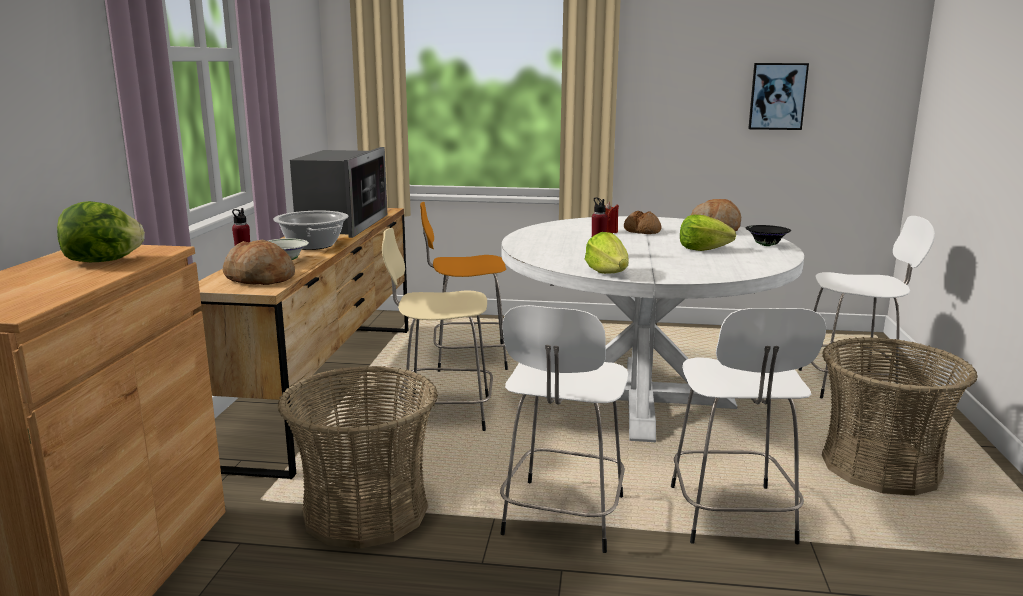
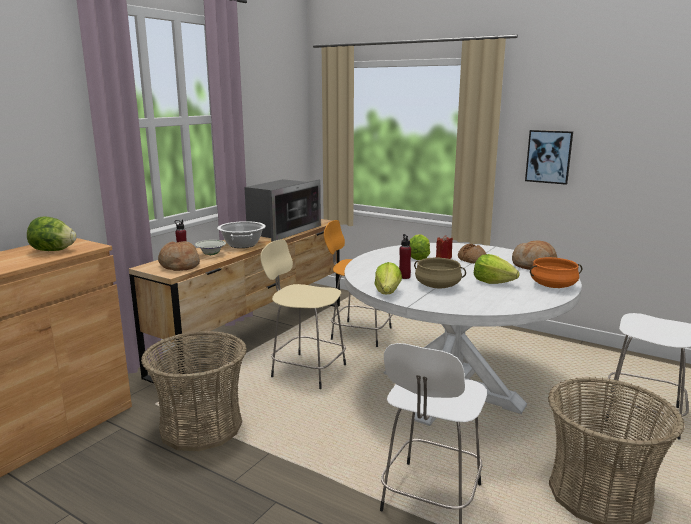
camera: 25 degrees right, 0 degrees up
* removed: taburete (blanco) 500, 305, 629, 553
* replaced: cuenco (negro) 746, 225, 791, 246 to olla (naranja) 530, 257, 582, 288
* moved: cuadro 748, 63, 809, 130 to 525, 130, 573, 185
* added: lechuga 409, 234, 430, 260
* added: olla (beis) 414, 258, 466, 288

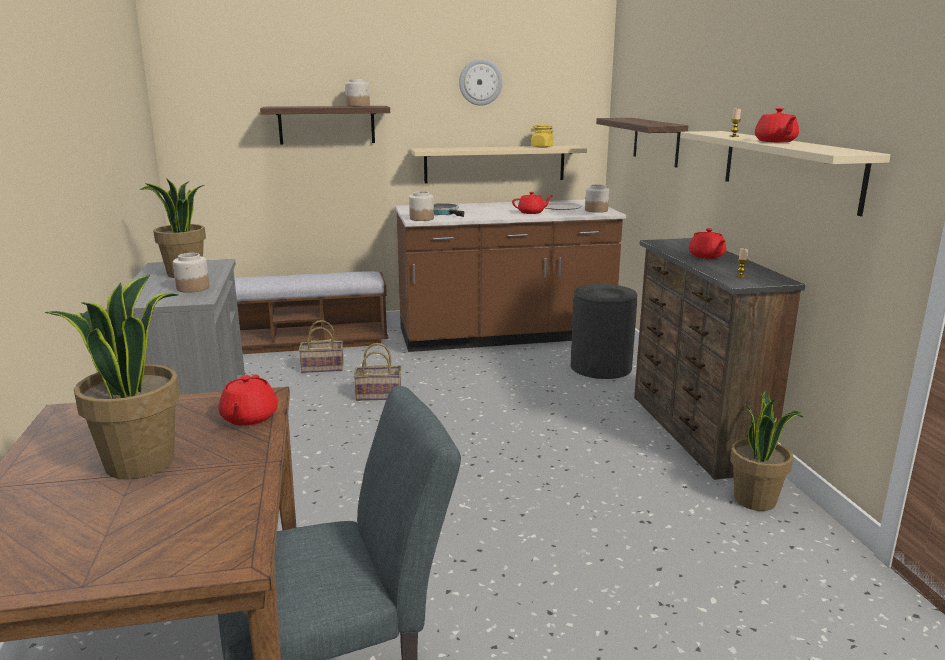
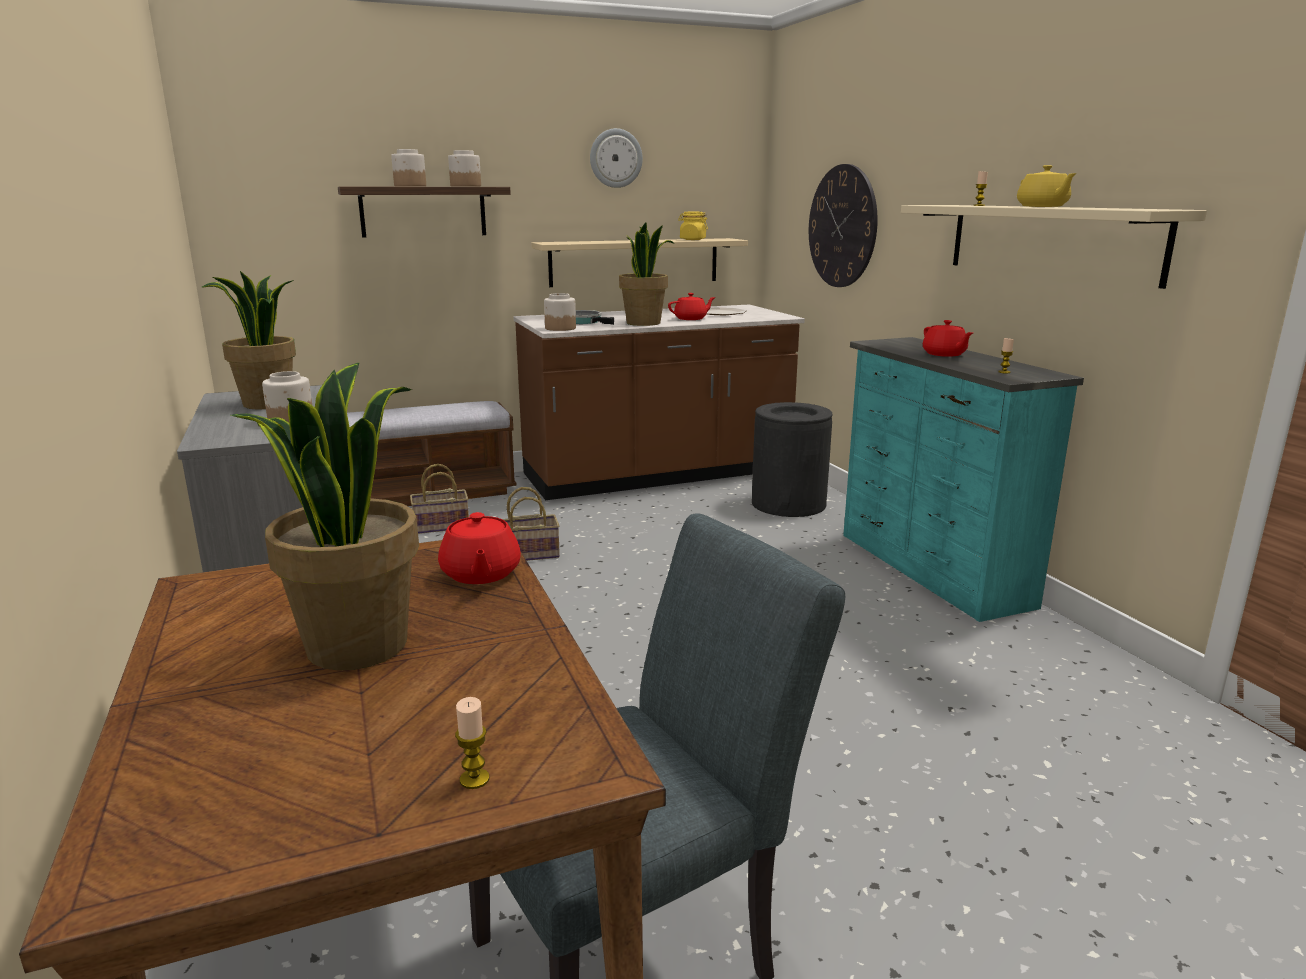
camera: 10 degrees left, 0 degrees up
* moved: tarro 585, 185, 609, 213 to 391, 149, 426, 186
* replaced: estante 596, 118, 688, 167 to reloj de pared 809, 164, 878, 287
* recoloured: cómoda (marrón) 634, 238, 805, 480 to cómoda (turquesa) 843, 337, 1084, 622
* moved: planta en maceta 730, 391, 804, 511 to 619, 223, 674, 326
* recoloured: tetera (rojo) 755, 108, 799, 142 to tetera (amarillo) 1017, 165, 1077, 207
* added: vela 455, 697, 490, 789

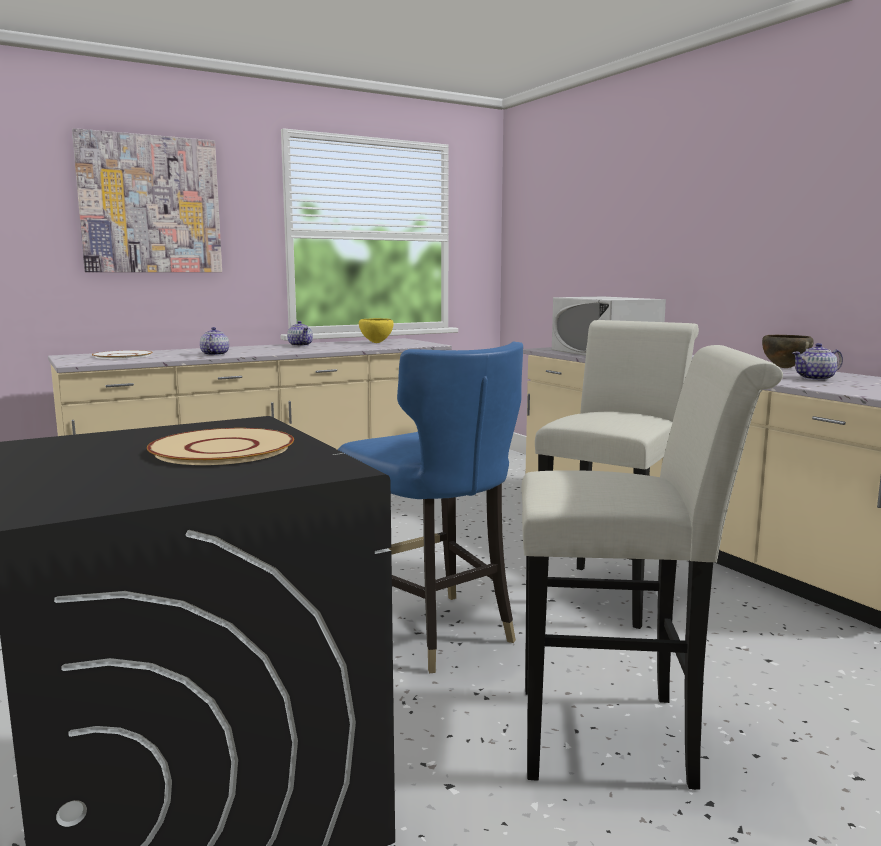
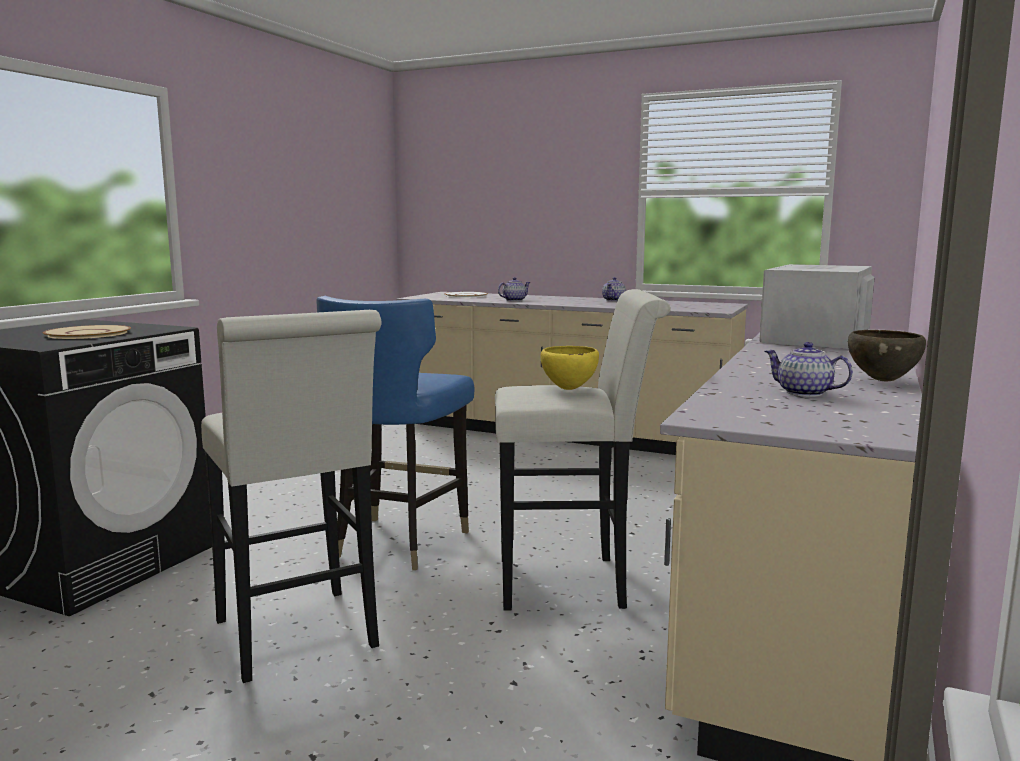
camera: 55 degrees right, 0 degrees up
* removed: cuadro 72, 128, 222, 272
* moved: cuenco (amarillo) 359, 318, 394, 343 to 541, 346, 599, 390

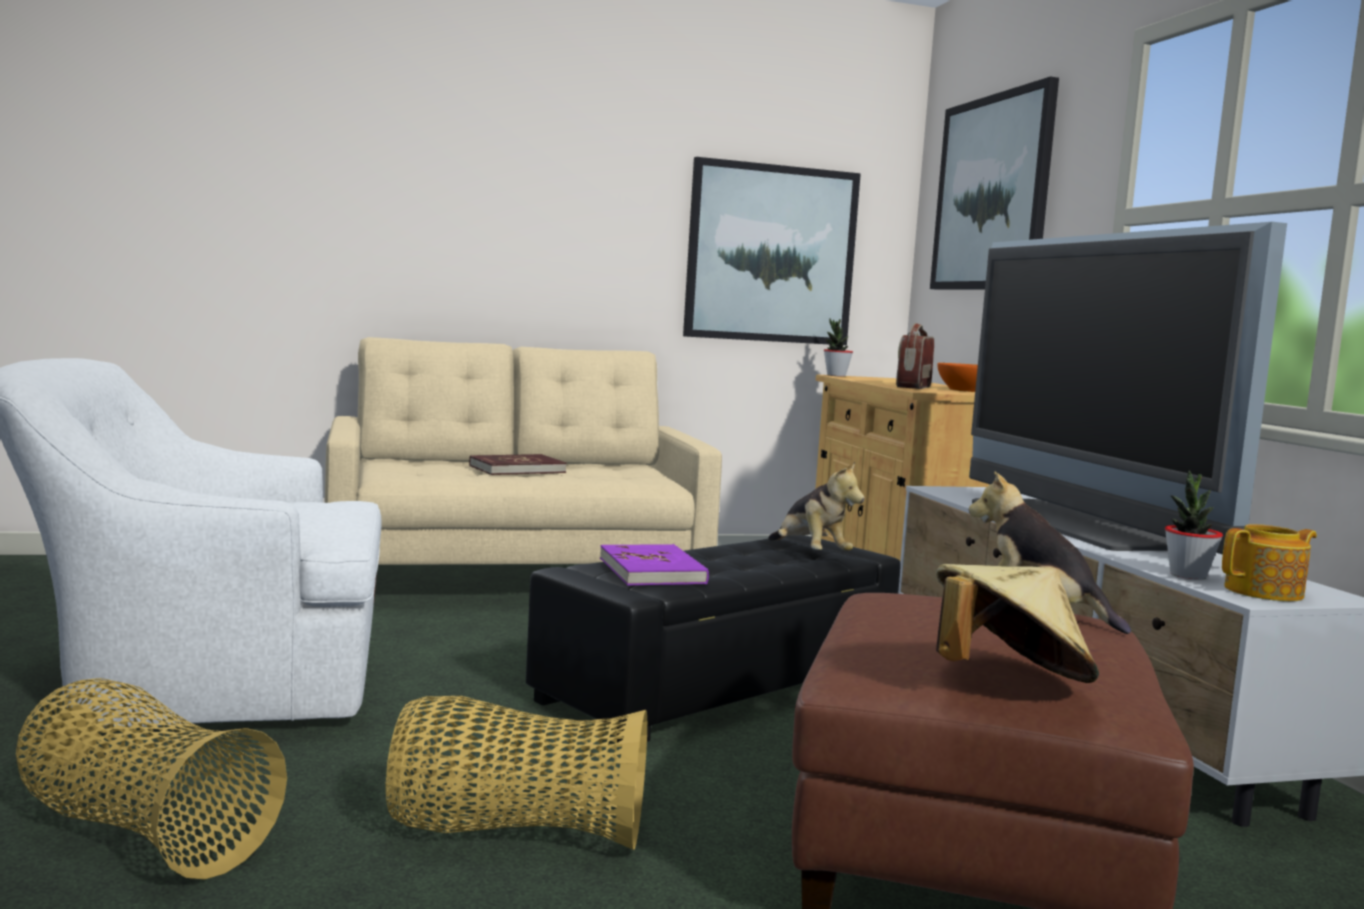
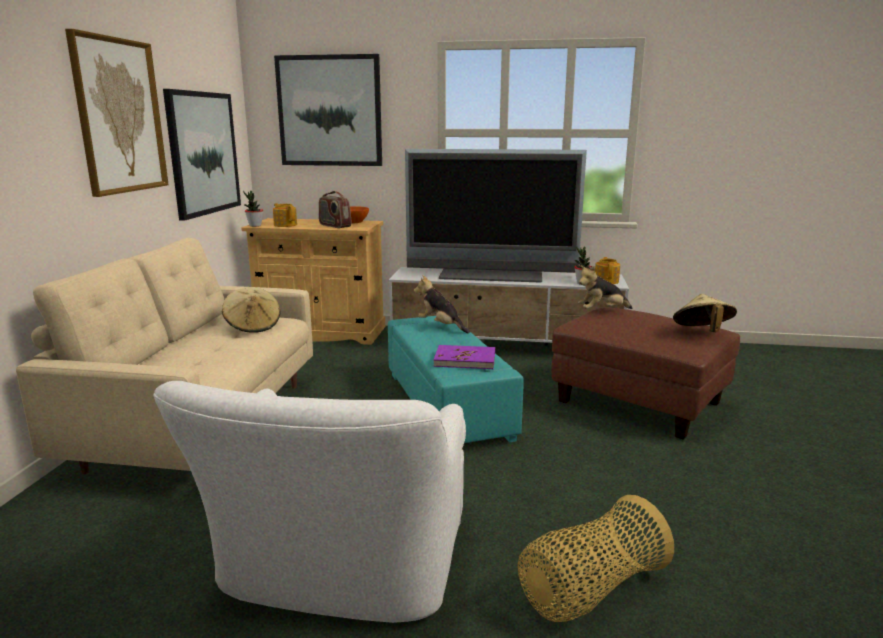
camera: 65 degrees left, 10 degrees up
* removed: cesta 386, 696, 647, 850
* removed: libro (rojo) 469, 454, 567, 475
* recoloured: puf (negro) 526, 535, 901, 745 to puf (turquesa) 388, 316, 524, 443
* turned: peluche 768, 462, 865, 551 = 414, 275, 470, 333 135 degrees counterclockwise
* added: cuadro 65, 29, 169, 197
* added: sombrero (beis) 222, 287, 280, 333
* added: tetera 273, 203, 297, 227

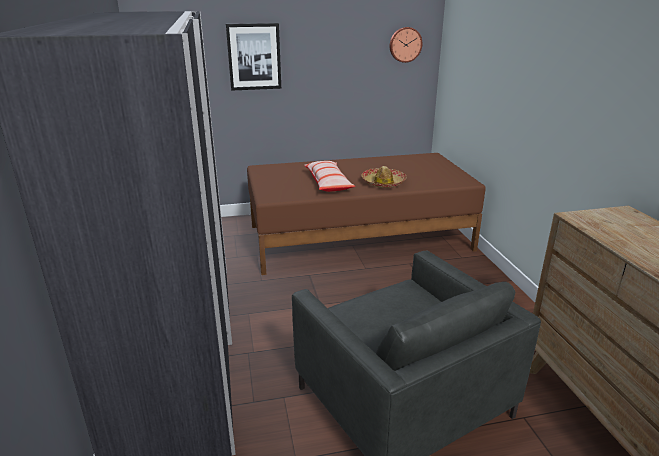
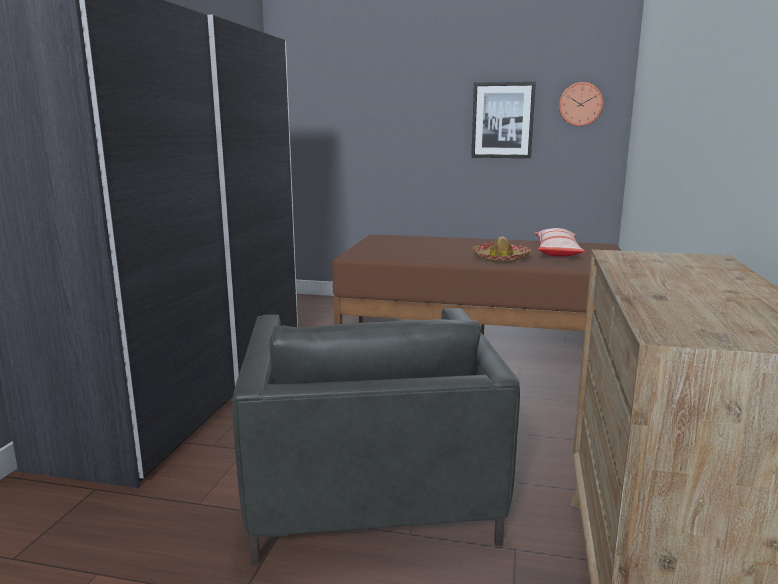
camera: 25 degrees right, 10 degrees down
* moved: cuadro 226, 23, 281, 91 to 471, 82, 536, 158
* moved: cojín 304, 161, 355, 192 to 535, 228, 585, 257

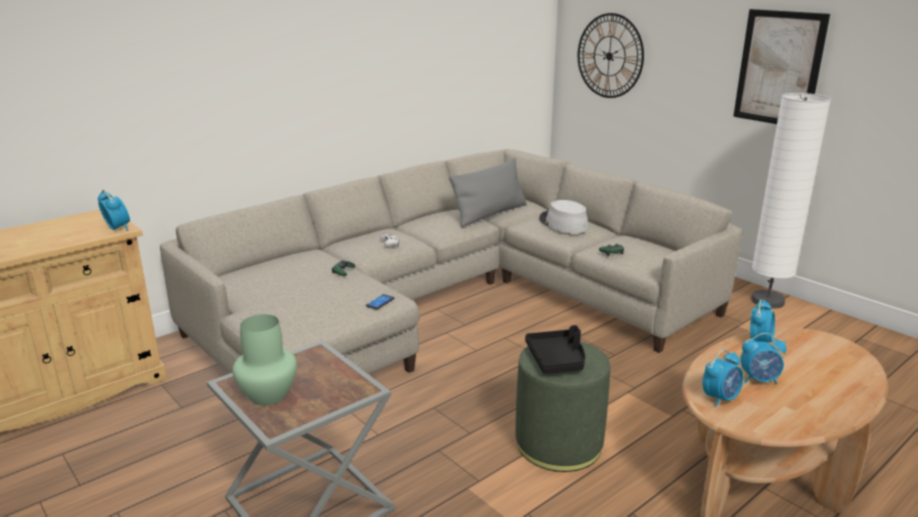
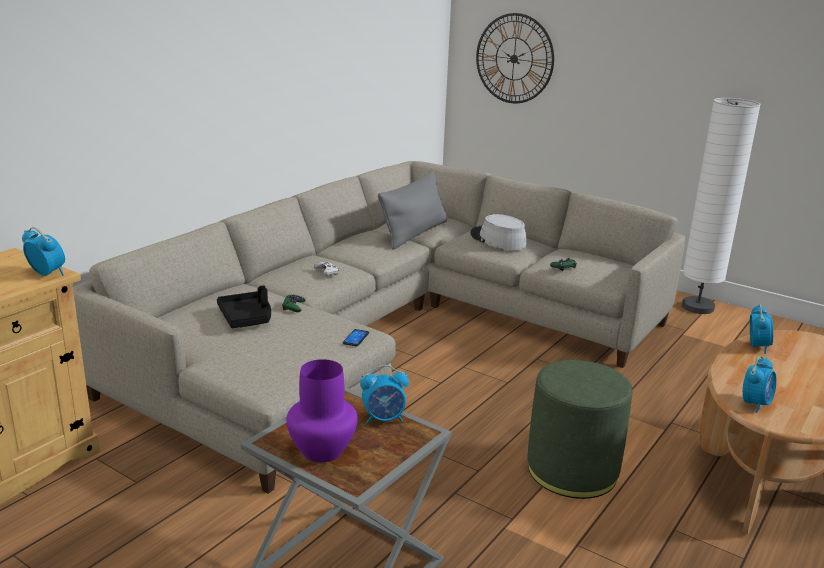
camera: 15 degrees left, 0 degrees up
* recoloured: florero (verde) 232, 314, 297, 406 to florero (morado) 286, 359, 358, 462
* moved: bandeja (negro) 525, 325, 585, 374 to 217, 285, 271, 328
* removed: cuadro 733, 9, 830, 124
* moved: despertador 741, 333, 787, 384 to 360, 365, 409, 425

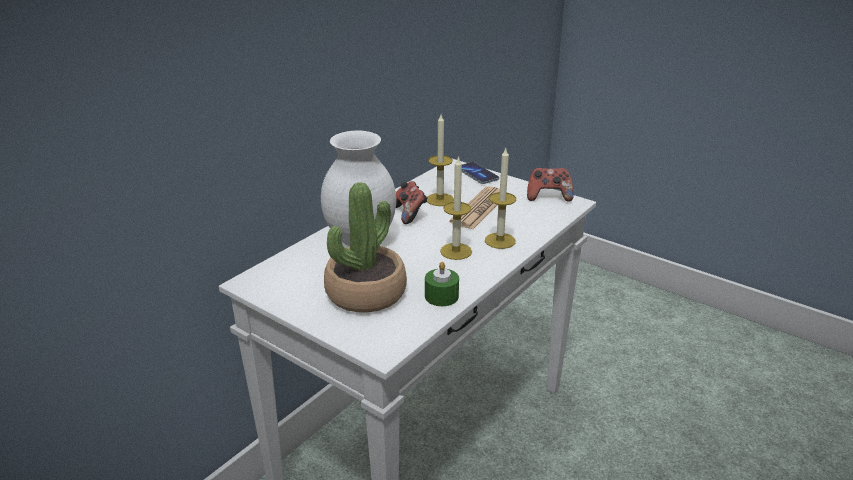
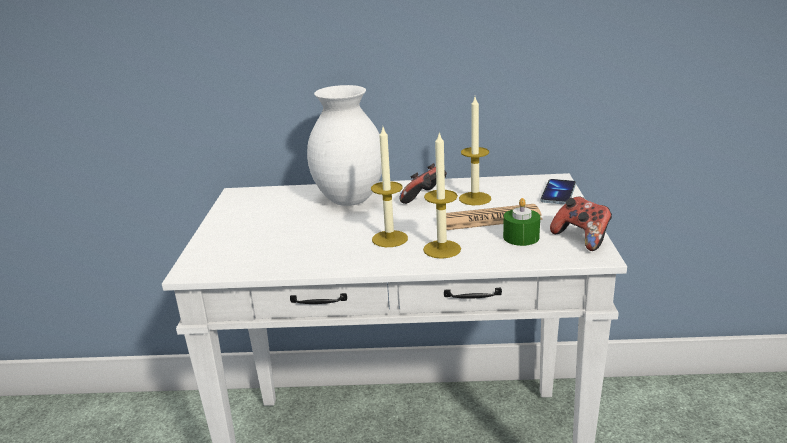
camera: 55 degrees right, 5 degrees down
* removed: planta en maceta 324, 182, 407, 312
* moved: vela (verde) 425, 262, 459, 306 to 503, 198, 540, 246

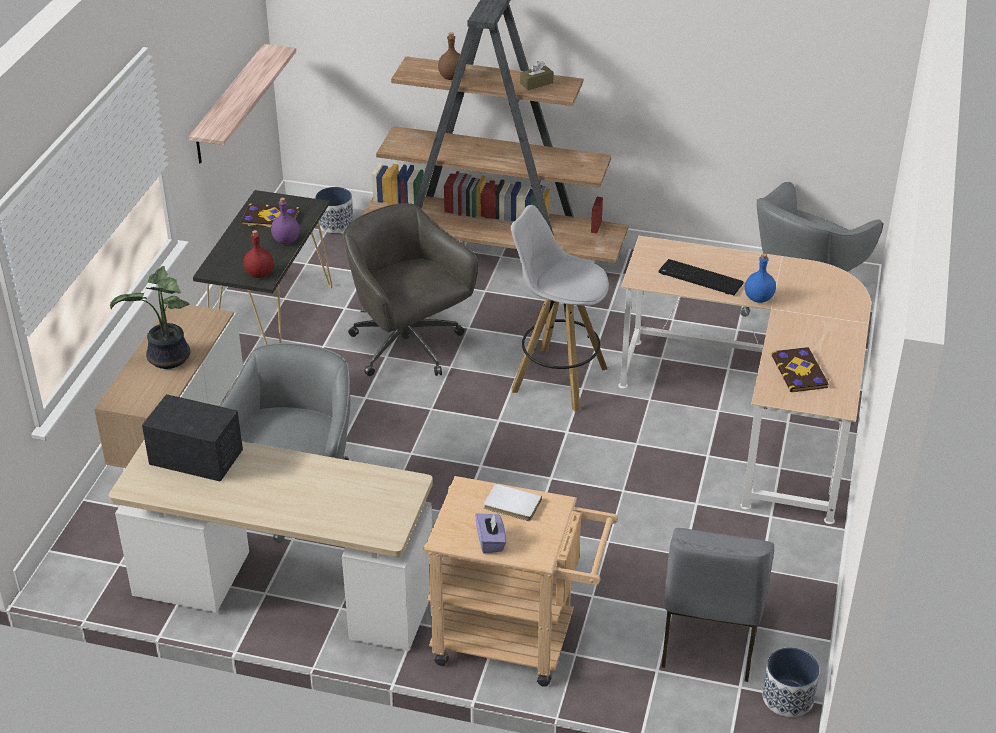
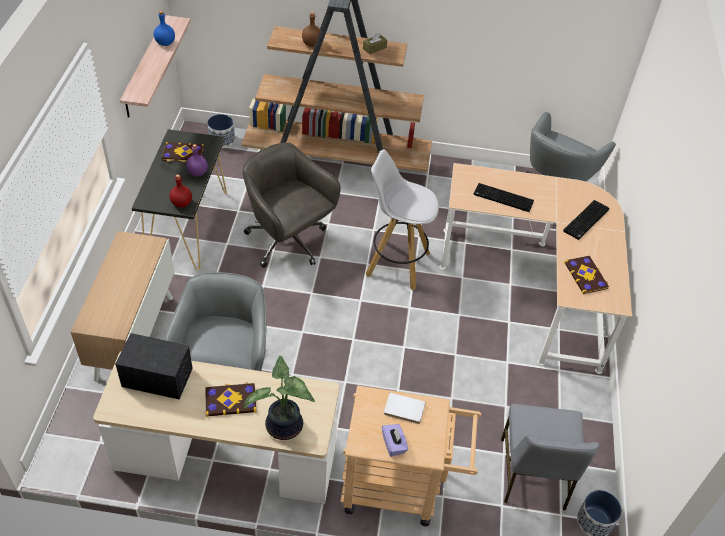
camera: 10 degrees left, 10 degrees up
* moved: planta en maceta 110, 266, 190, 369 to 244, 356, 315, 440
* moved: botella (azul) 745, 253, 776, 303 to 154, 11, 175, 46
* added: libro 205, 382, 257, 417
* added: teclado 563, 200, 609, 240

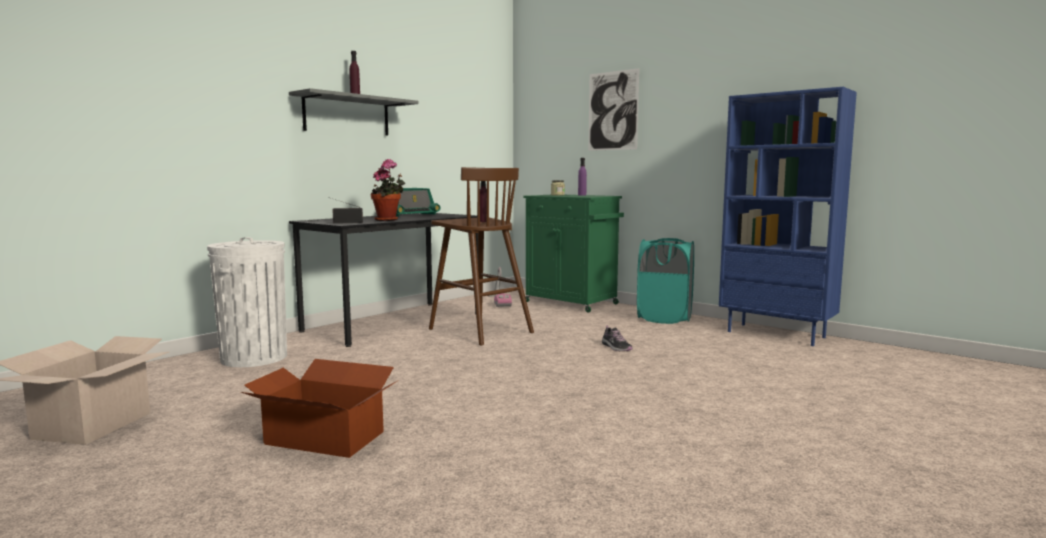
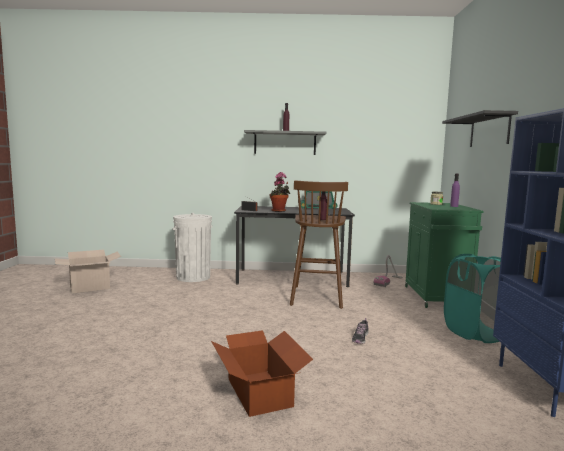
camera: 50 degrees right, 0 degrees up
* moved: caja de cartón 241, 359, 399, 458 to 211, 330, 313, 417
* replaced: cuadro 589, 68, 639, 151 to estante (negro) 442, 110, 518, 147

